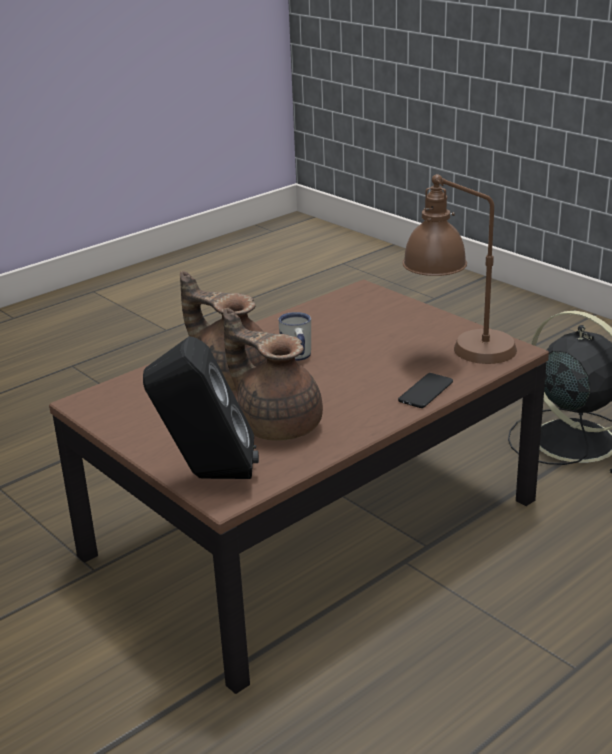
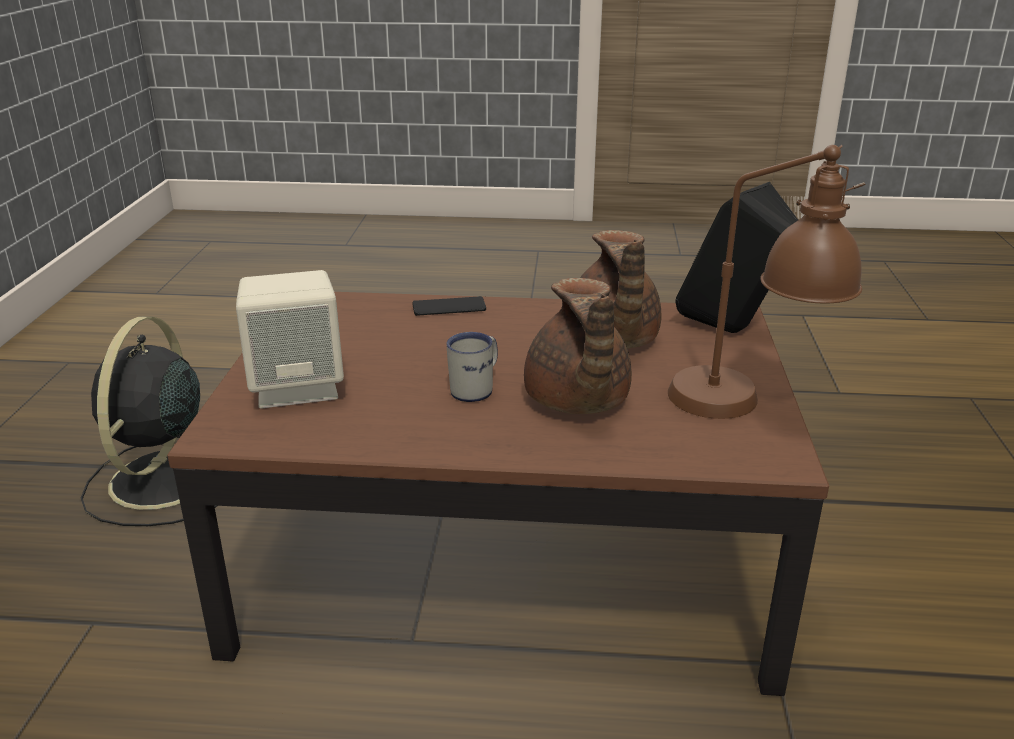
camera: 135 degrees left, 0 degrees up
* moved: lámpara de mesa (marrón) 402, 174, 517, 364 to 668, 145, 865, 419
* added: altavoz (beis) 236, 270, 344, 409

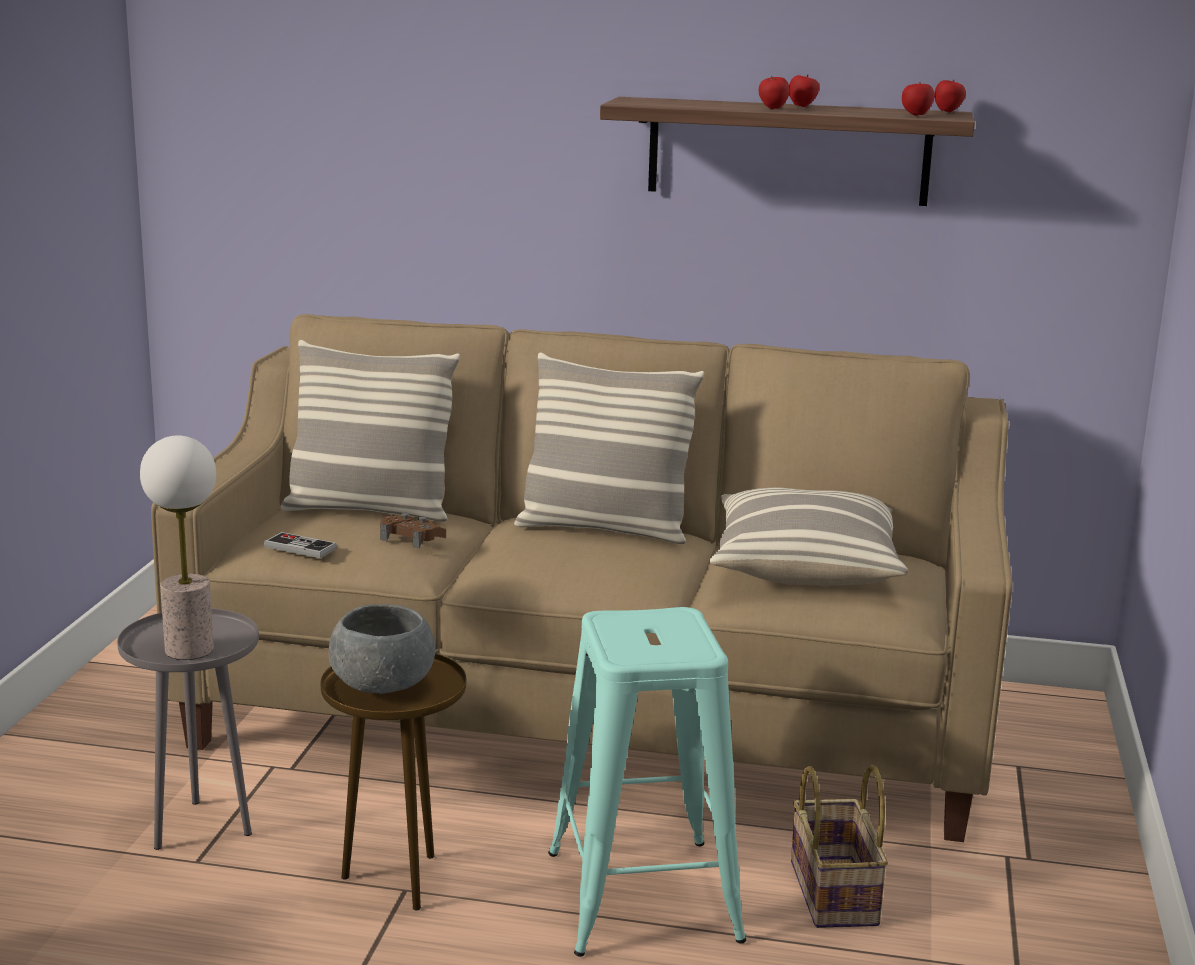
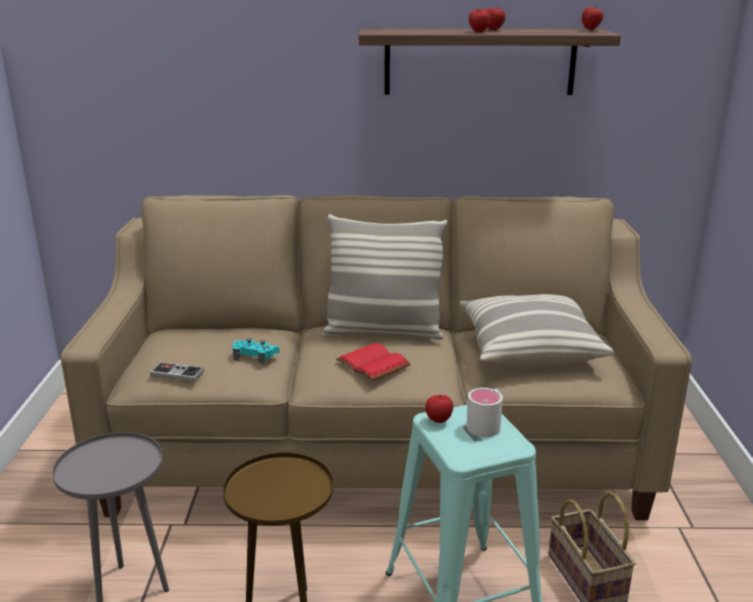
camera: 10 degrees left, 5 degrees up
* removed: lámpara de mesa 140, 435, 216, 660
* removed: cojín 281, 340, 460, 522
* removed: cuenco (gris) 329, 604, 435, 694
* recoloured: mando de consola (marrón) 380, 513, 446, 549 to mando de consola (turquesa) 233, 338, 280, 364
* moved: manzana 902, 82, 934, 116 to 426, 395, 453, 423
* added: libro (rojo) 336, 343, 411, 381
* added: taza grande (blanco) 466, 388, 503, 437

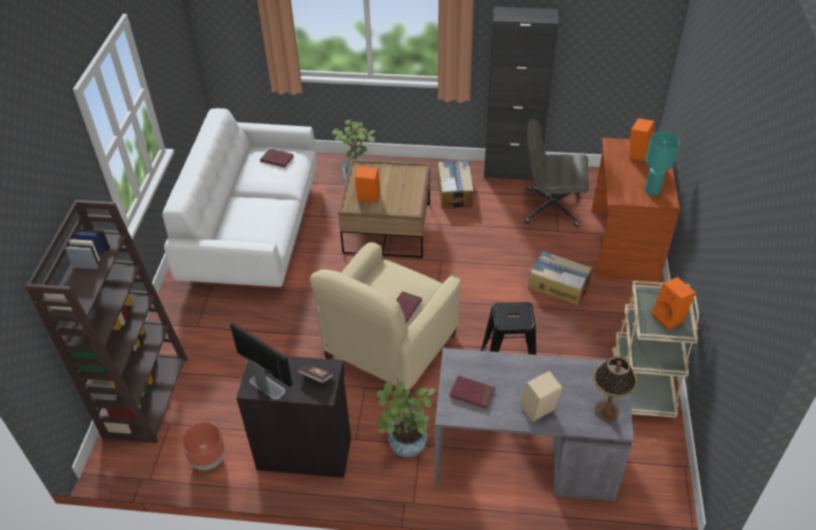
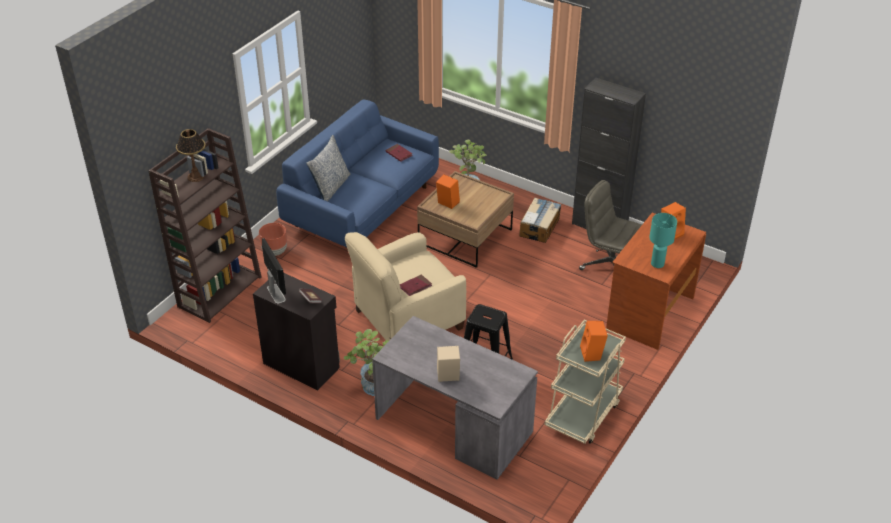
camera: 25 degrees right, 5 degrees down
* recoloured: sofá (blanco) 162, 108, 317, 288 to sofá (azul) 276, 99, 439, 247
* moved: maceta (marrón) 181, 422, 225, 470 to 259, 223, 287, 256
* removed: libro (rojo) 449, 375, 495, 409
* removed: caja de cartón 528, 250, 592, 306
* moved: lámpara de mesa 594, 356, 637, 422 to 176, 129, 205, 182
* added: cojín 306, 135, 350, 202

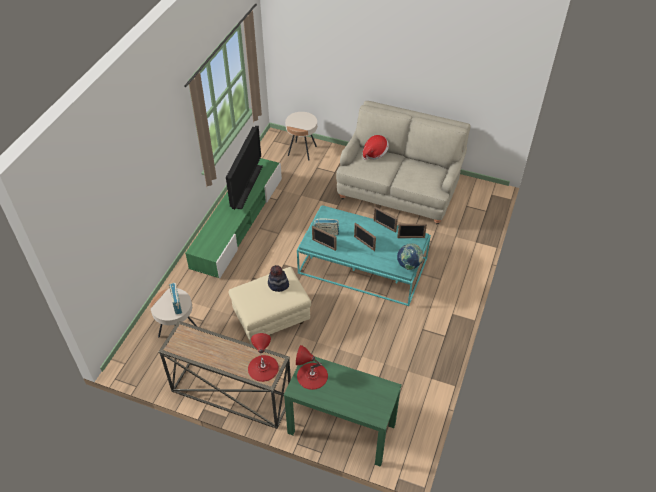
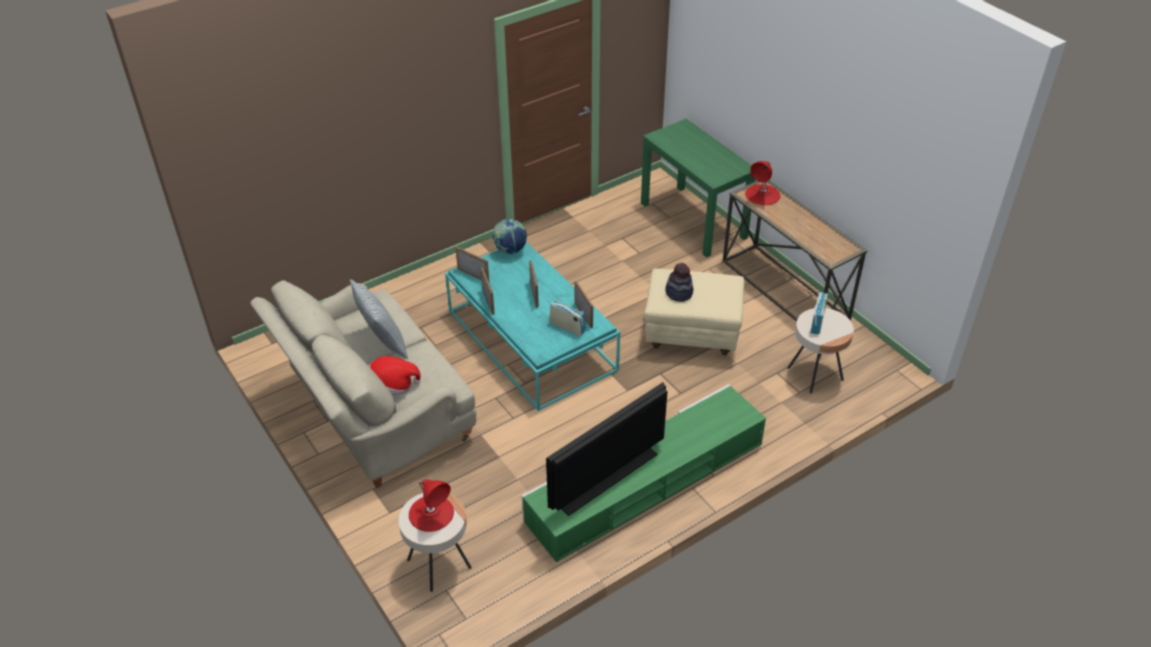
camera: 145 degrees left, 5 degrees down
* moved: lámpara de mesa (rojo) 296, 345, 328, 390 to 409, 479, 454, 532
* added: cojín 350, 279, 408, 359

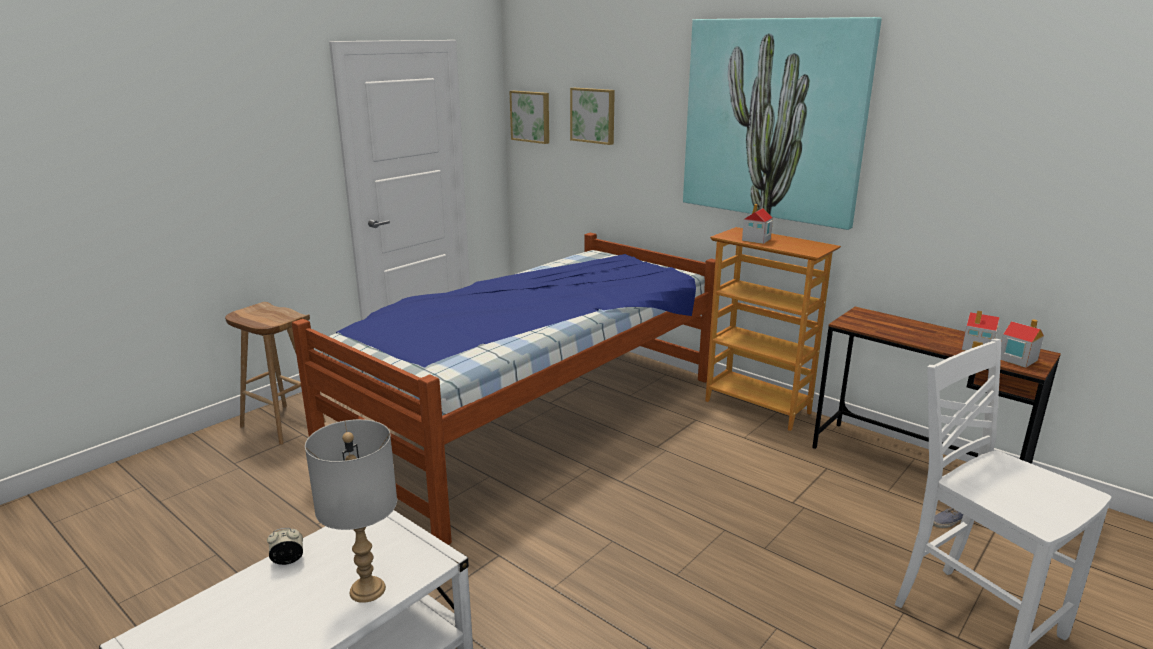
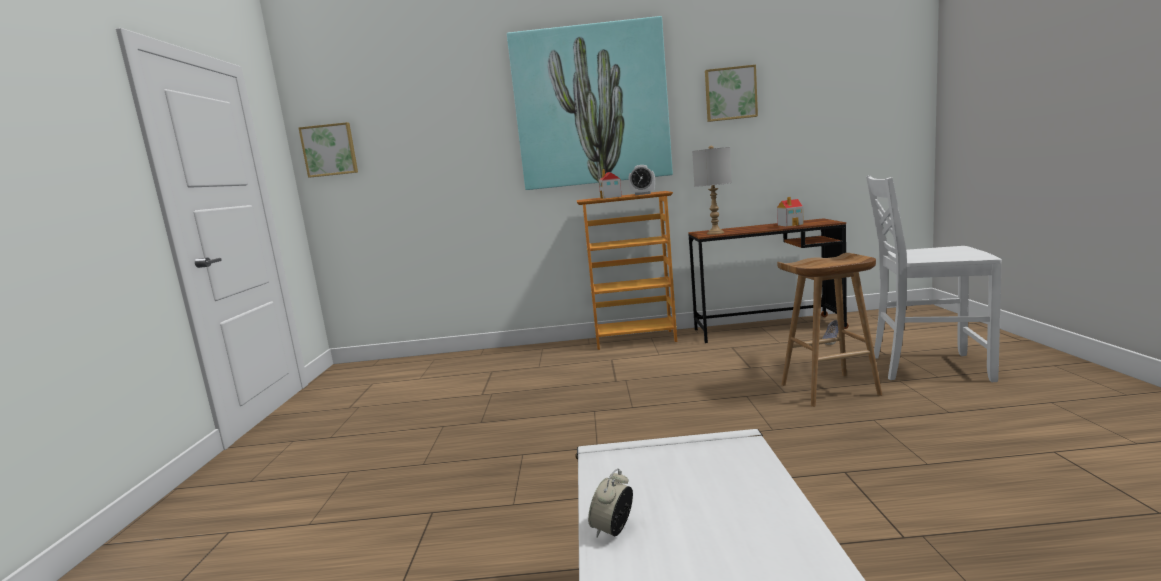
camera: 40 degrees left, 10 degrees down
* moved: taburete (marrón) 225, 302, 326, 445 to 777, 253, 882, 407
* removed: cama 292, 233, 715, 545
* moved: lámpara de mesa (gris) 305, 419, 397, 603 to 692, 146, 732, 235
* moved: cuadro 570, 88, 615, 145 to 705, 65, 758, 122
* removed: casita 1001, 319, 1044, 368
* added: despertador 628, 165, 655, 195

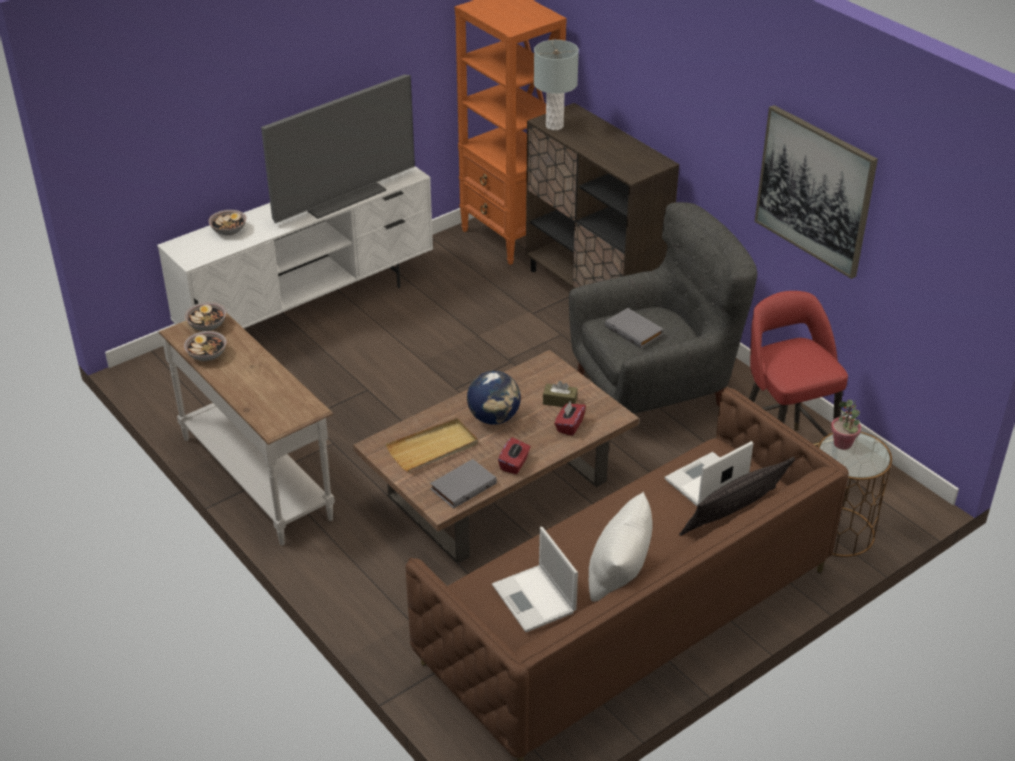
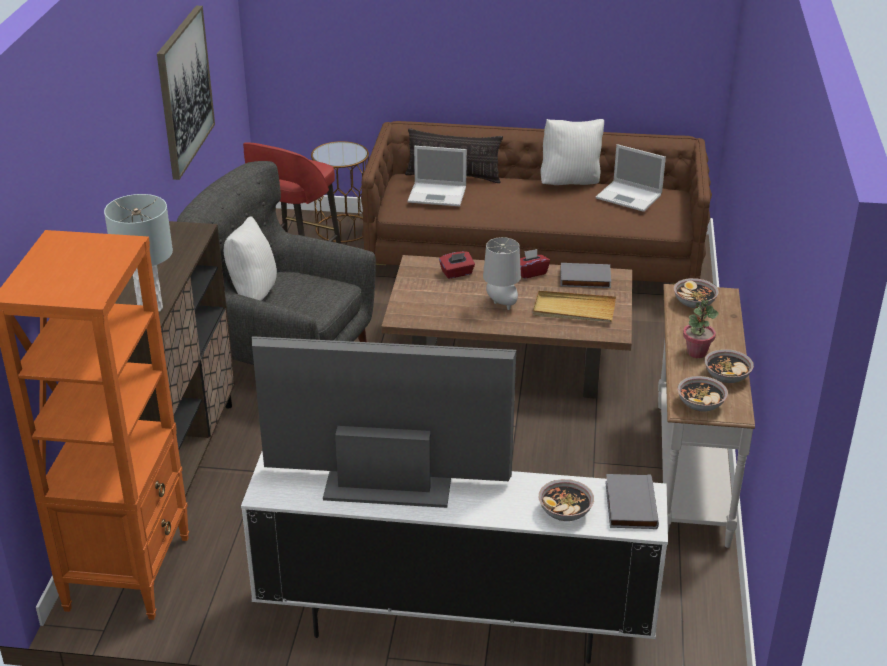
camera: 135 degrees left, 5 degrees down
* replaced: globo terráqueo 467, 371, 521, 425 to lámpara de mesa (gris) 483, 237, 521, 310
* turned: portátil 492, 527, 578, 632 = 596, 144, 666, 212 105 degrees clockwise
* removed: caja de pañuelos (marrón) 543, 381, 578, 407
* moved: libro (gris) 605, 308, 663, 348 to 605, 474, 659, 529
* moved: planta en maceta 831, 400, 861, 450 to 683, 300, 719, 358
* added: cojín (blanco) 224, 216, 277, 301
* added: cuenco 674, 278, 719, 308

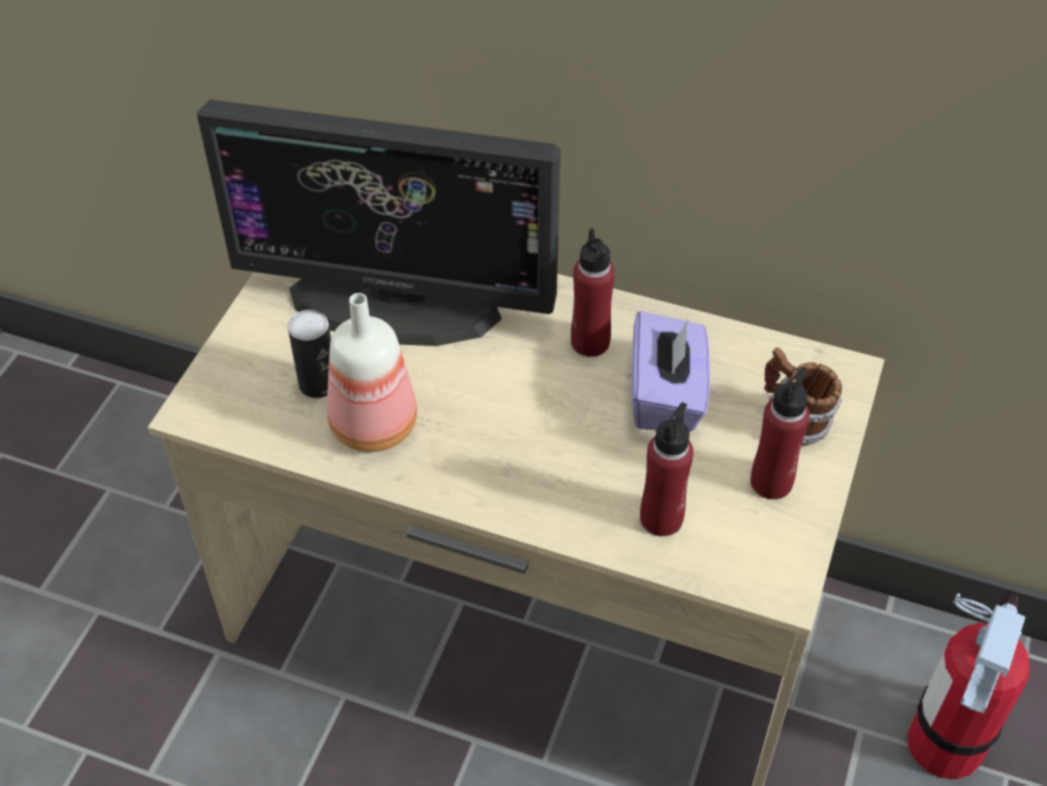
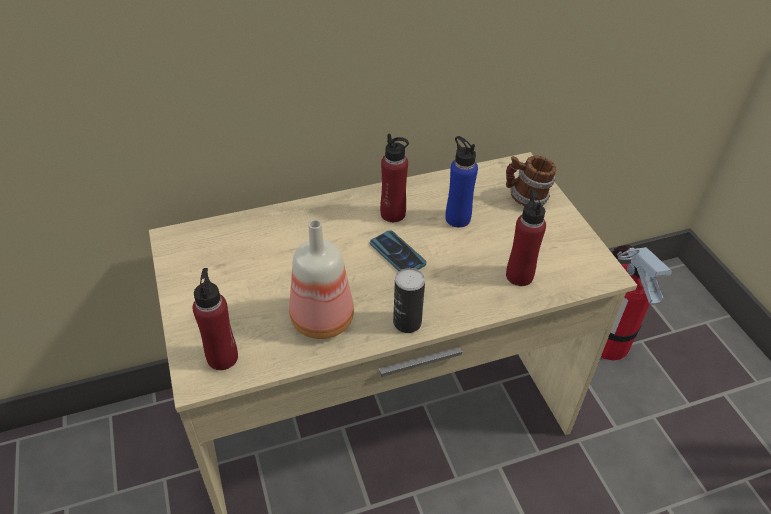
camera: 40 degrees left, 5 degrees down
* removed: monitor 197, 100, 561, 346
* moved: lata 288, 310, 331, 398 to 393, 268, 425, 333
* replaced: caja de pañuelos (morado) 632, 311, 710, 432 to botella (azul) 446, 136, 478, 227
* moved: botella (rojo) 751, 366, 810, 499 to 192, 268, 238, 370
* added: móvil 370, 230, 426, 271

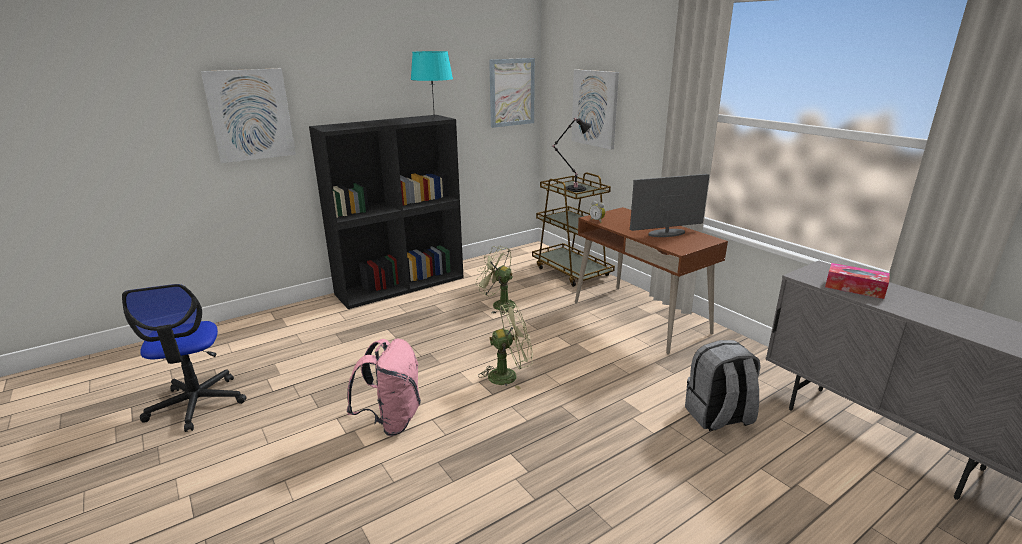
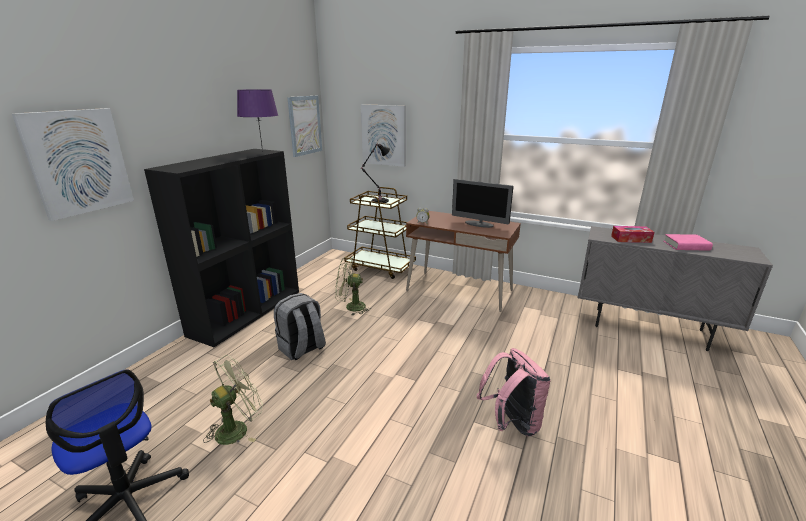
camera: 30 degrees left, 0 degrees up
* moved: mochila (rosa) 347, 339, 421, 436 to 477, 348, 550, 436
* recoloured: lámpara de mesa (turquesa) 411, 51, 453, 119 to lámpara de mesa (morado) 237, 89, 278, 152
* moved: ventilador (verde) 478, 303, 533, 390 to 203, 355, 263, 445
* turned: monitor 630, 174, 709, 237 = 452, 179, 514, 228 105 degrees counterclockwise
* moved: mochila (gris) 685, 340, 761, 431 to 274, 293, 326, 360
* added: libro (rosa) 664, 234, 713, 251

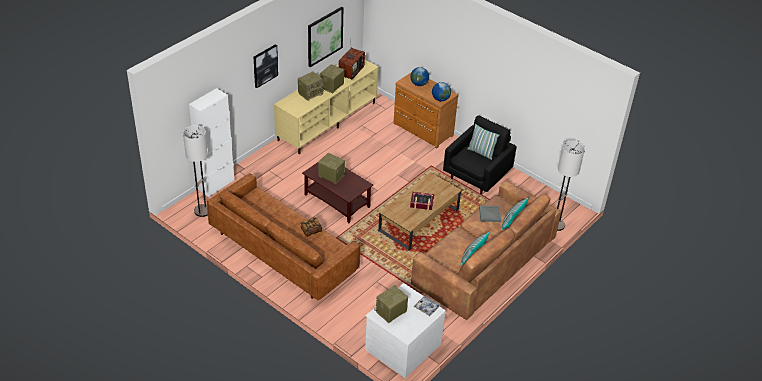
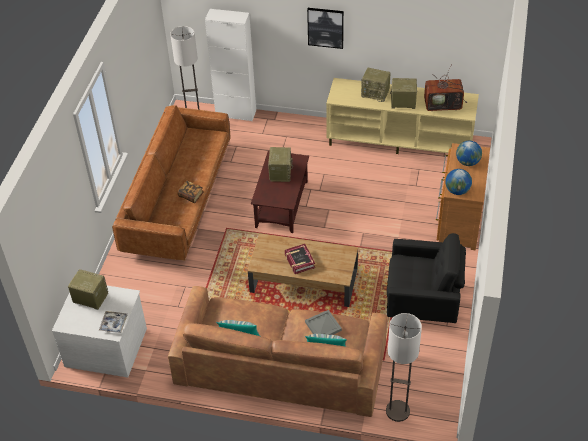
camera: 65 degrees right, 5 degrees up
* removed: cuadro 308, 7, 343, 67
* removed: cojín 467, 124, 499, 160

